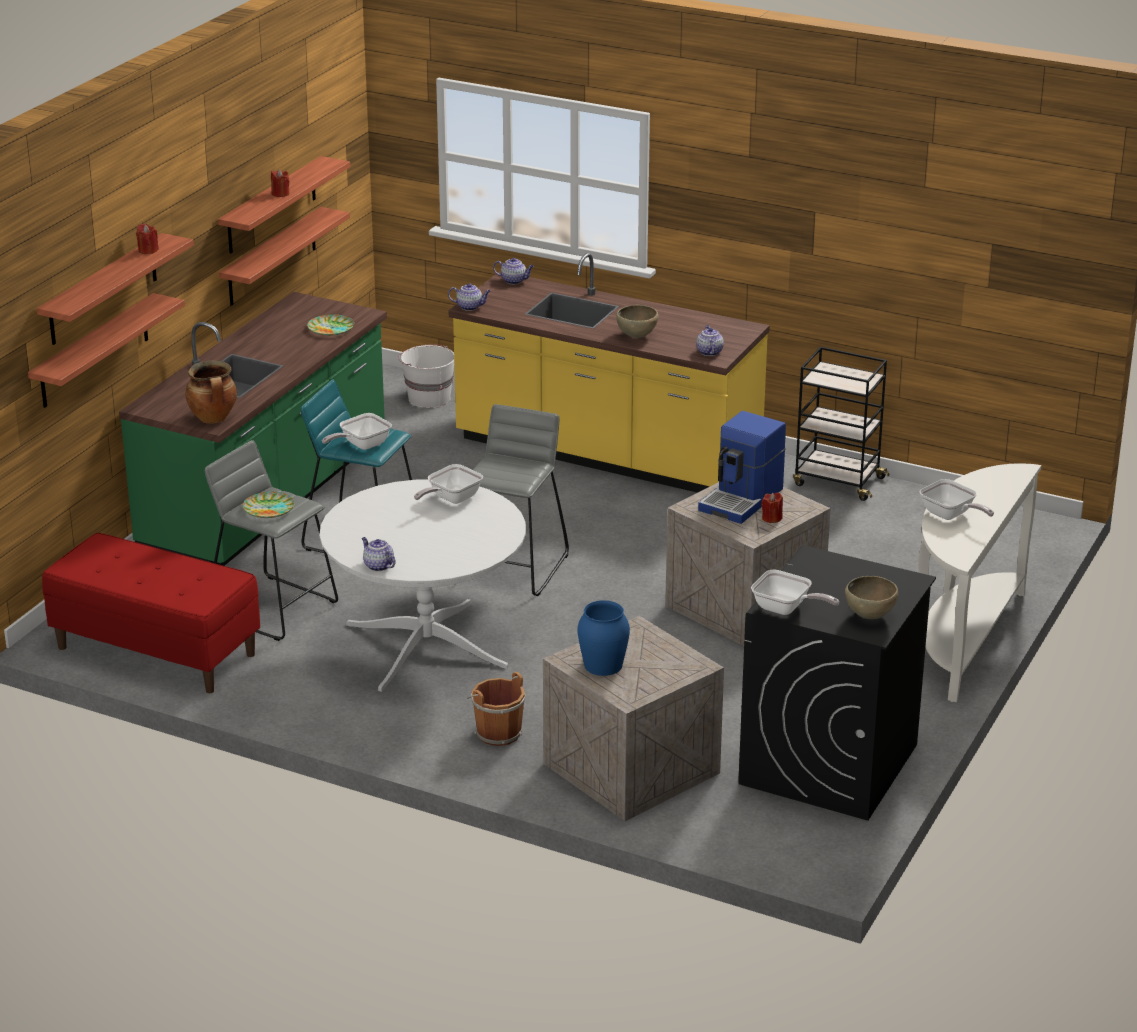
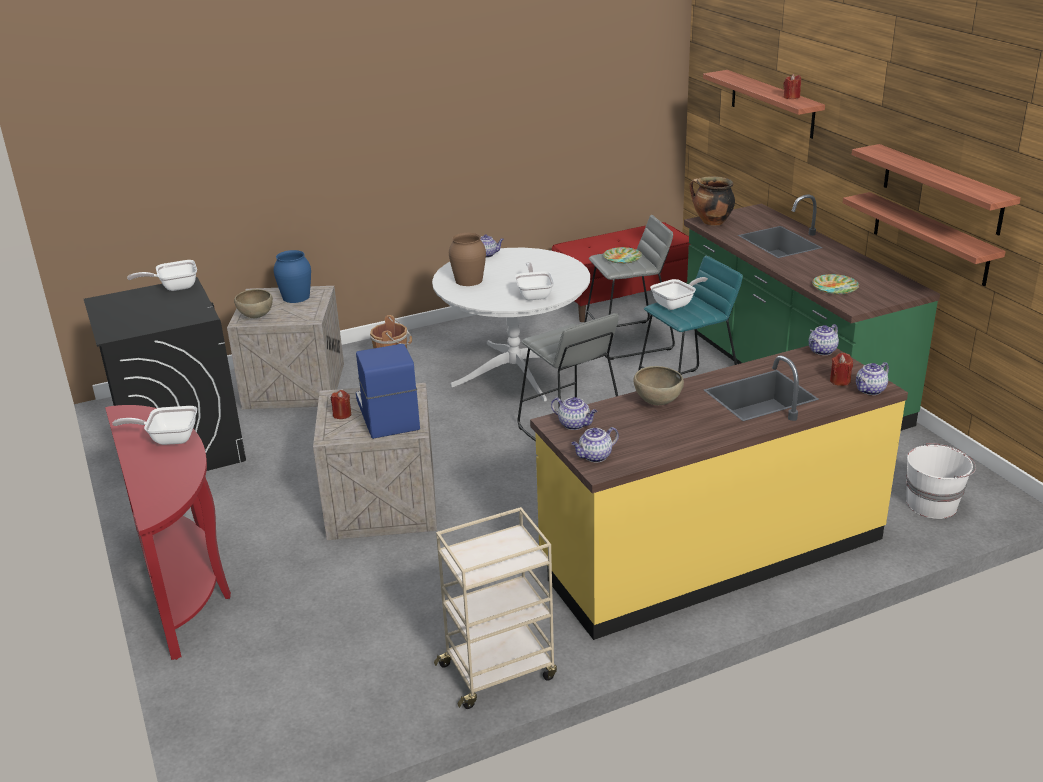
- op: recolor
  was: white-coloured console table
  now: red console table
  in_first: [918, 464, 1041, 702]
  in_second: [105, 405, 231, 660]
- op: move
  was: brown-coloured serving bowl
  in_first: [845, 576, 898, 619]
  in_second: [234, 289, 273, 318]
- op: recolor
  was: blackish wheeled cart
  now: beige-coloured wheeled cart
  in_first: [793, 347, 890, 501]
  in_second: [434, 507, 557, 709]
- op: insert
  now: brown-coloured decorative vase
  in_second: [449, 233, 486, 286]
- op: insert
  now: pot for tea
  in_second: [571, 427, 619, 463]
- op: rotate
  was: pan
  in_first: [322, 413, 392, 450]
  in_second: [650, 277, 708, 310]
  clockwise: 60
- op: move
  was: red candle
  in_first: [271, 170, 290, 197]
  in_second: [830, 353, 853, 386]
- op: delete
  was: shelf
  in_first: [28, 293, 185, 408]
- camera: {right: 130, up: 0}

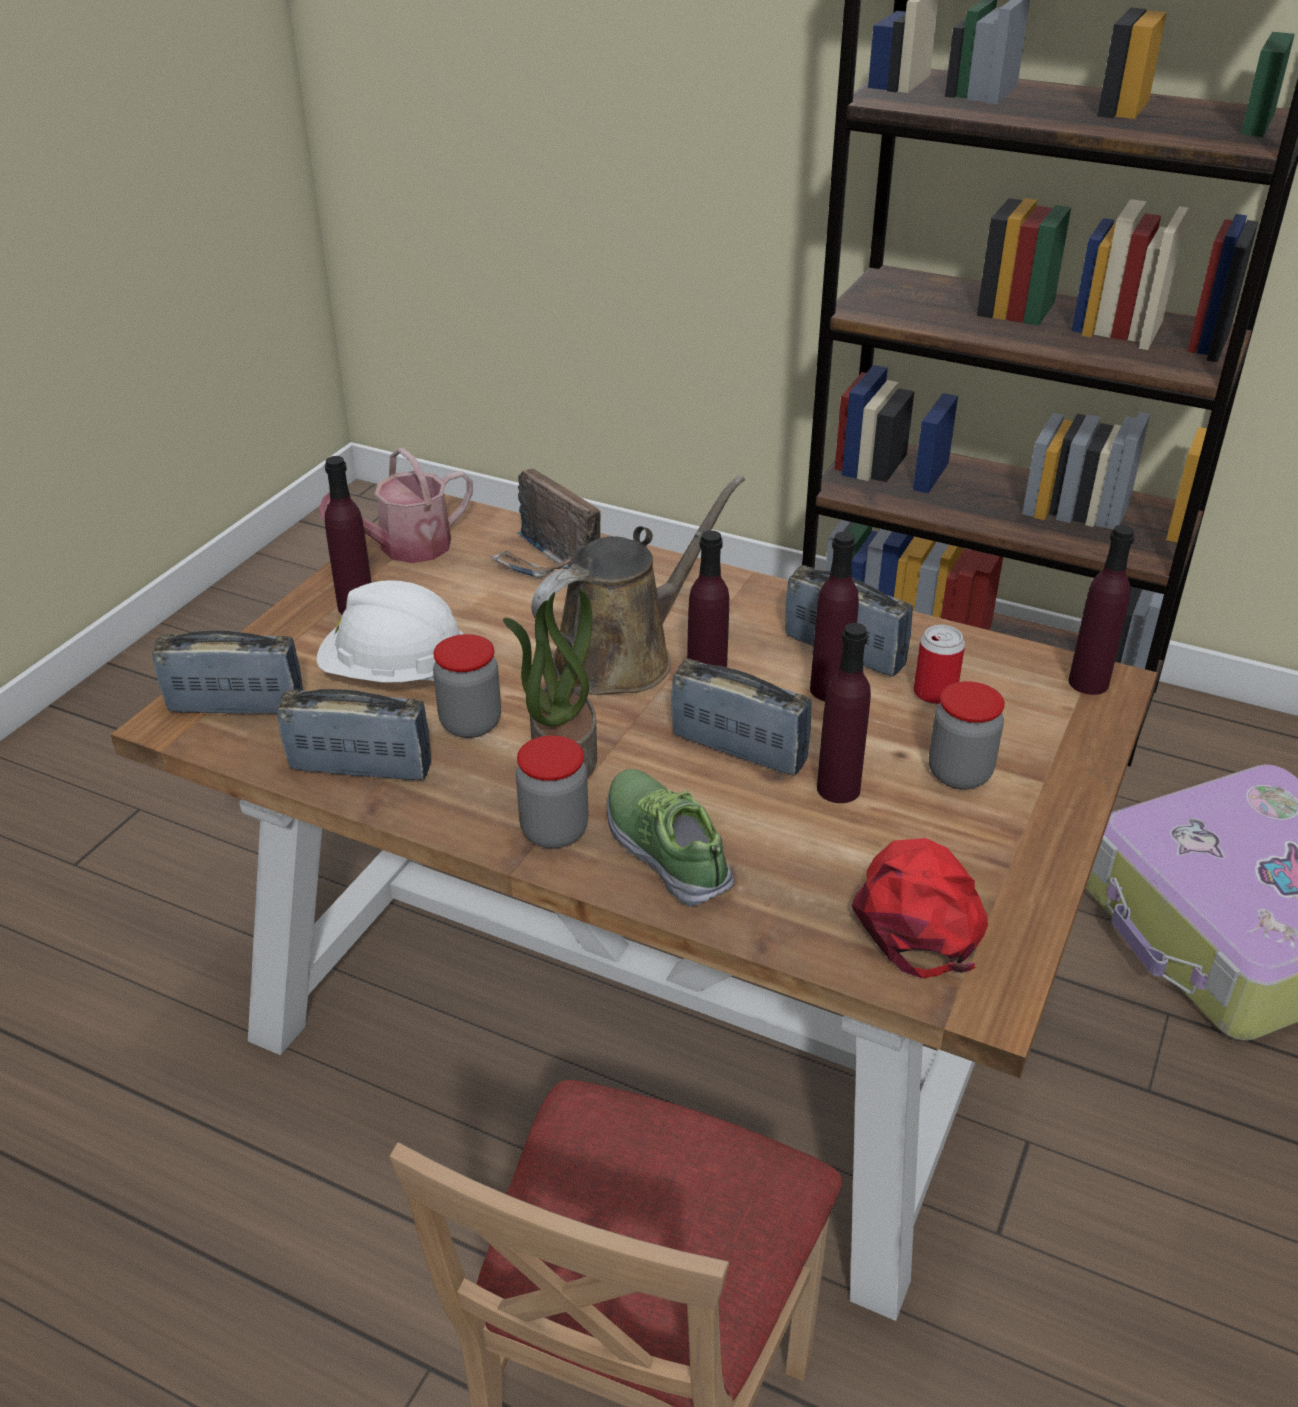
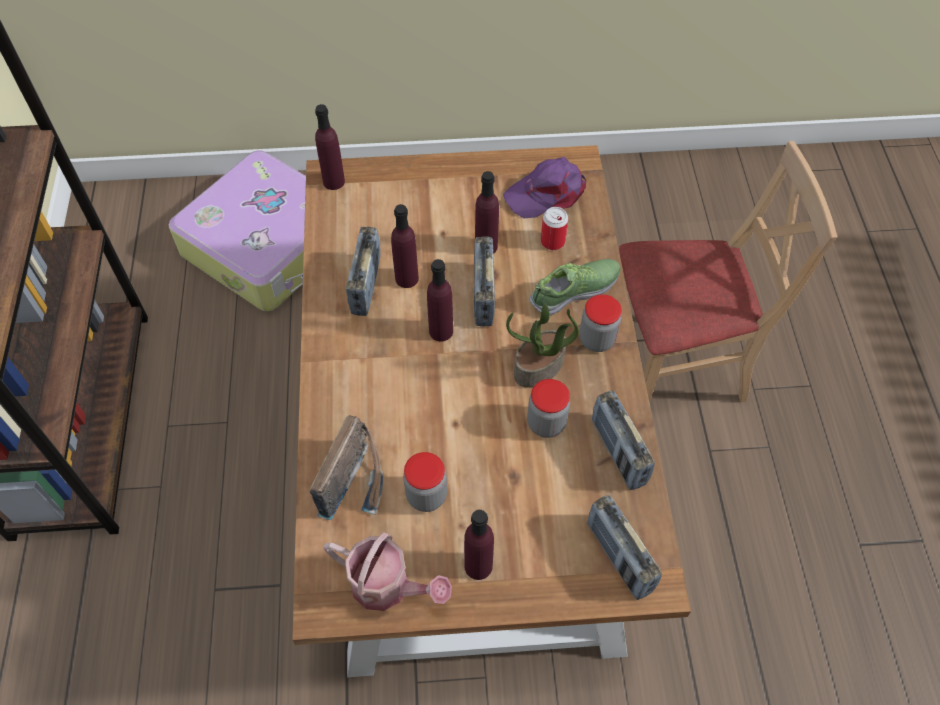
- op: move
  was: preserve jar
  in_first: [929, 681, 1005, 789]
  in_second: [403, 452, 447, 512]
- op: recolor
  was: red baseball cap
  now: purple-coloured baseball cap
  in_first: [852, 838, 988, 978]
  in_second: [503, 157, 586, 218]
- op: rotate
  was: item of footwear
  in_first: [607, 769, 735, 907]
  in_second: [530, 259, 620, 316]
  clockwise: -150
- op: move
  was: metal can
  in_first: [914, 625, 965, 704]
  in_second: [541, 207, 568, 250]
- op: delete
  was: white-coloured safety helmet
  in_first: [317, 580, 464, 682]
- op: delete
  was: brown-coloured sprinkling can
  in_first: [531, 475, 745, 695]
- camera: {right: -120, up: 20}

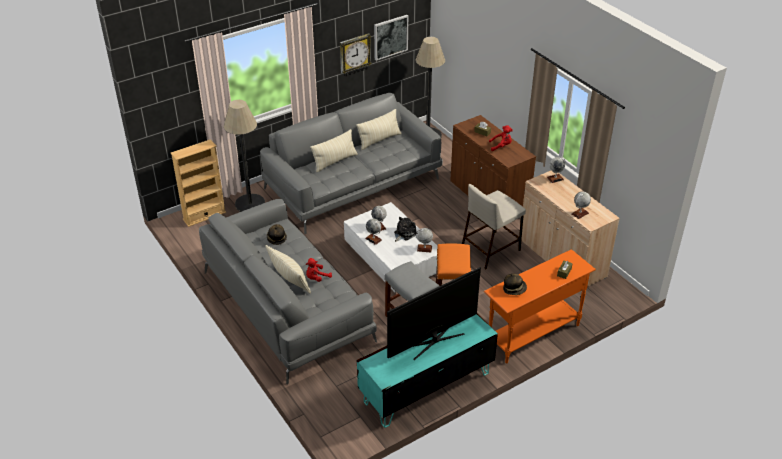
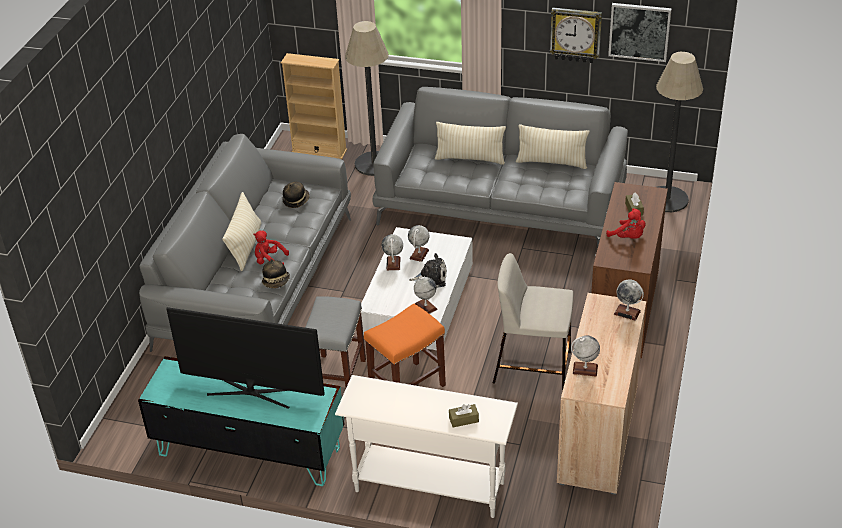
- op: move
  was: wearable hat
  in_first: [503, 273, 527, 295]
  in_second: [262, 259, 290, 288]
- op: recolor
  was: orange-coloured console table
  now: white-coloured console table
  in_first: [484, 249, 596, 363]
  in_second: [335, 375, 518, 518]
- camera: {right: 50, up: 0}

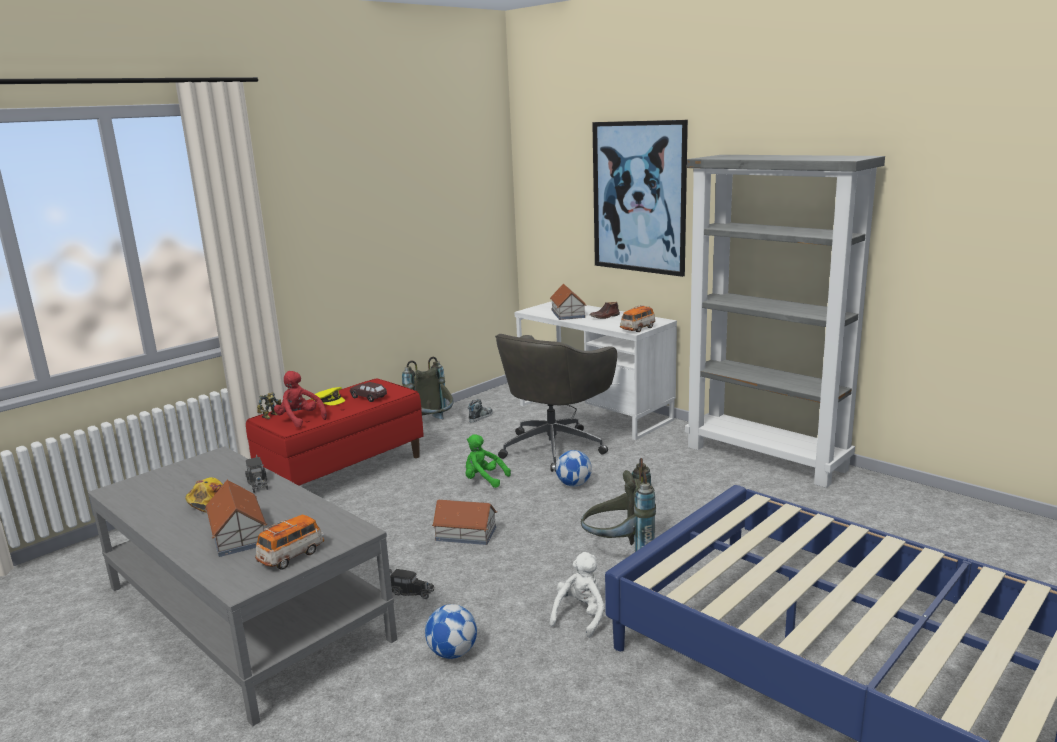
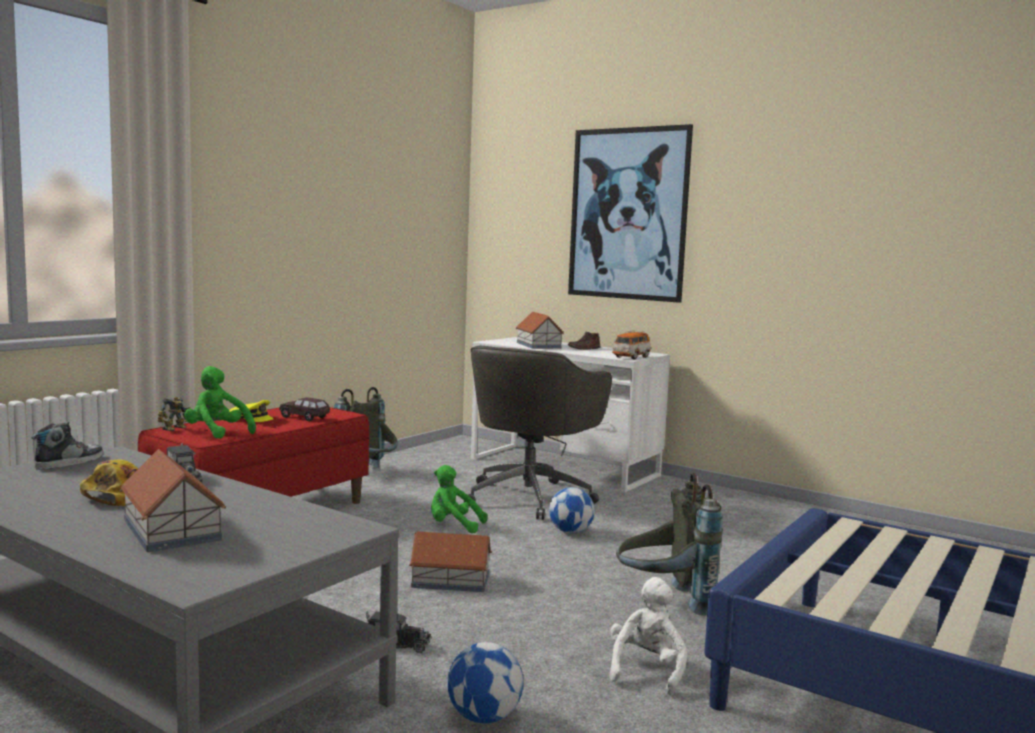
- op: move
  was: item of footwear
  in_first: [468, 399, 493, 423]
  in_second: [32, 422, 104, 470]
- op: recolor
  was: red soft toy
  now: green-coloured soft toy
  in_first: [274, 371, 327, 428]
  in_second: [184, 366, 256, 439]
- op: delete
  was: miniature car
  in_first: [255, 515, 324, 570]
- op: delete
  was: gray shelving unit
  in_first: [685, 155, 885, 488]
- camera: {right: -10, up: -10}

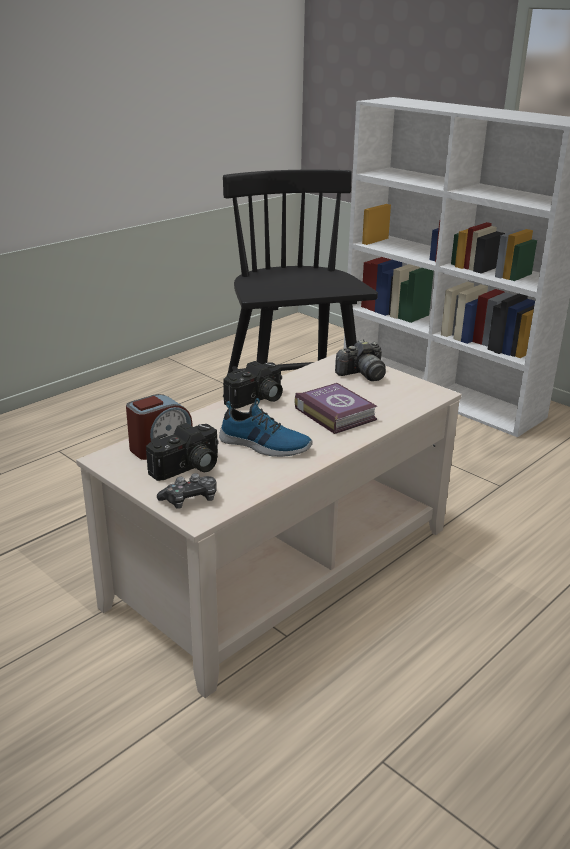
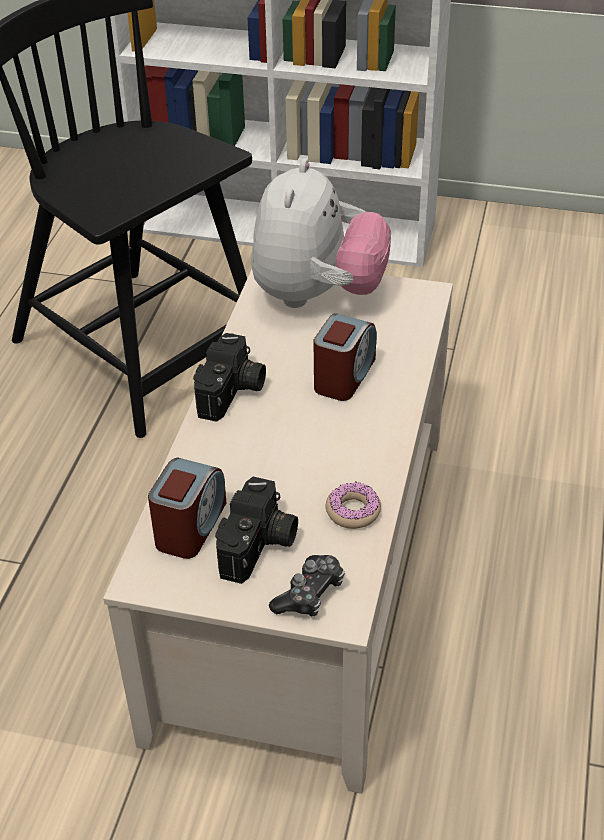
- op: replace
  was: photo camera
  now: soft toy
  in_first: [335, 339, 386, 381]
  in_second: [251, 158, 391, 308]
- op: replace
  was: bound book
  now: bedside clock
  in_first: [295, 383, 377, 434]
  in_second: [314, 313, 377, 401]
- op: insert
  now: doughnut
  in_second: [326, 482, 381, 529]
- op: delete
  was: item of footwear
  in_first: [219, 398, 313, 457]
- camera: {right: -30, up: 15}

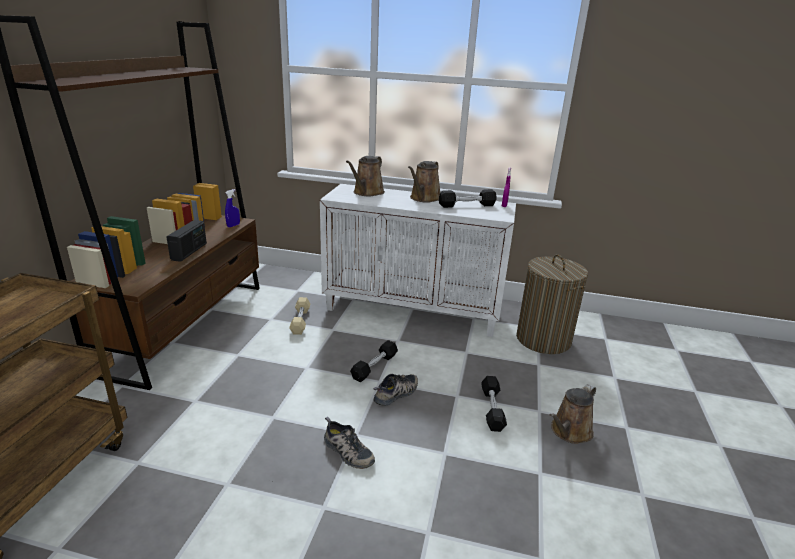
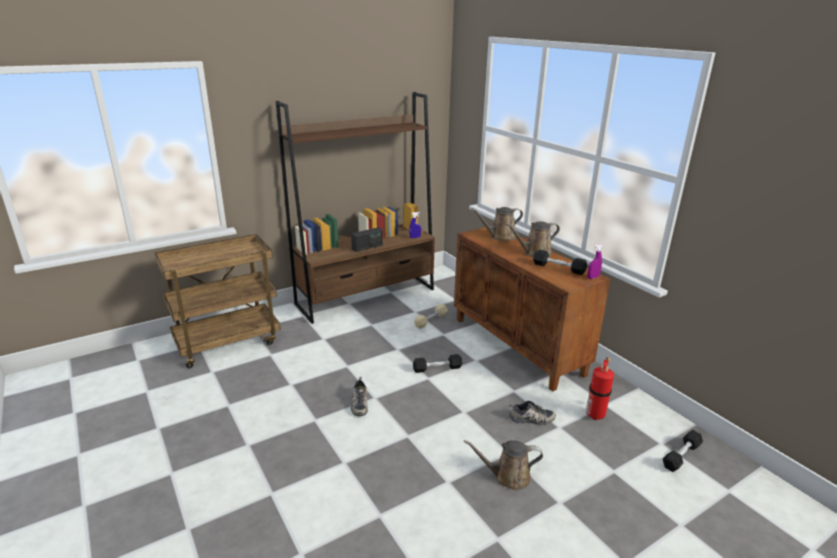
- op: recolor
  was: white-coloured cabinet
  now: brown-coloured cabinet
  in_first: [320, 184, 516, 337]
  in_second: [454, 227, 611, 391]
- op: move
  was: item of footwear
  in_first: [374, 374, 418, 406]
  in_second: [509, 401, 556, 425]
- op: replace
  was: washing basket
  now: fire-fighting cylinder
  in_first: [516, 254, 588, 354]
  in_second: [586, 357, 614, 420]
- op: move
  was: blackish free weight
  in_first: [481, 376, 507, 432]
  in_second: [663, 430, 703, 472]
- camera: {right: 45, up: 0}

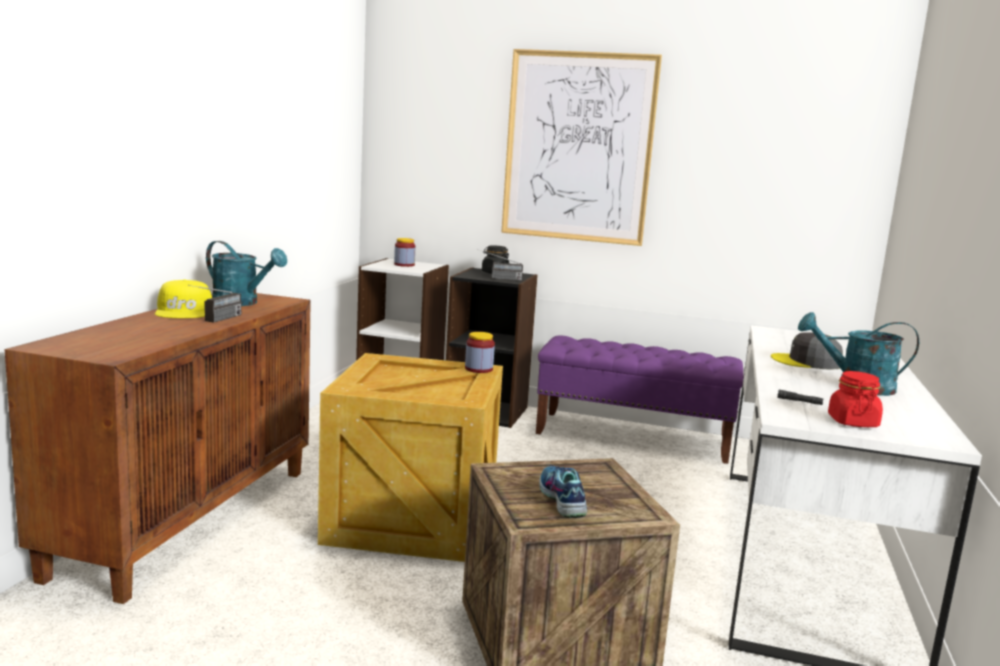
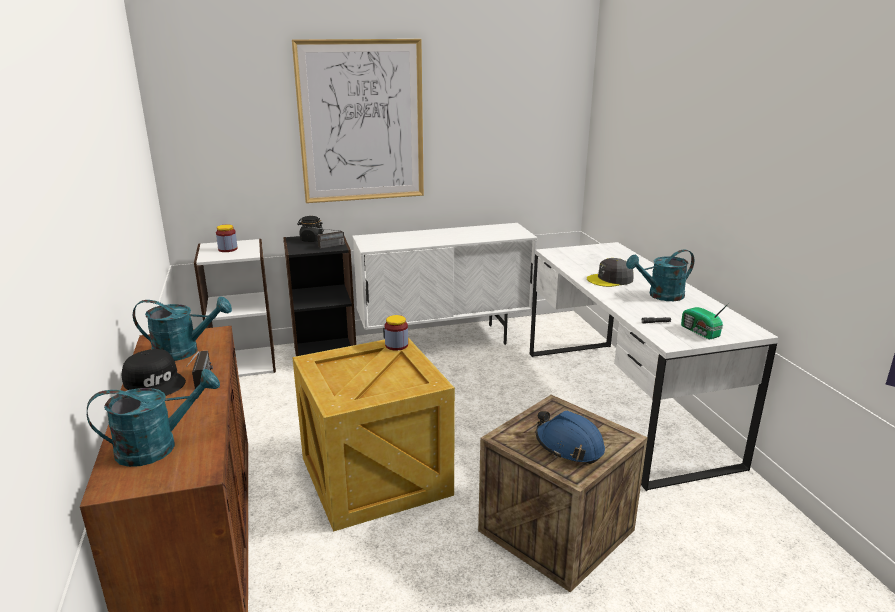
- op: insert
  now: turquoise-coloured sprinkling can
  in_second: [87, 369, 220, 467]
- op: recolor
  was: yellow-coloured baseball cap
  now: blackish baseball cap
  in_first: [155, 280, 212, 318]
  in_second: [122, 349, 186, 396]
- op: replace
  was: purple-coloured bench
  now: white-coloured cabinet
  in_first: [536, 335, 743, 464]
  in_second: [352, 223, 537, 345]
- op: replace
  was: item of footwear
  now: bluish safety helmet
  in_first: [539, 464, 587, 518]
  in_second: [536, 411, 605, 464]
- op: replace
  was: red preserve jar
  now: radio set
  in_first: [828, 371, 883, 427]
  in_second: [681, 302, 730, 339]
- camera: {right: -30, up: 10}

